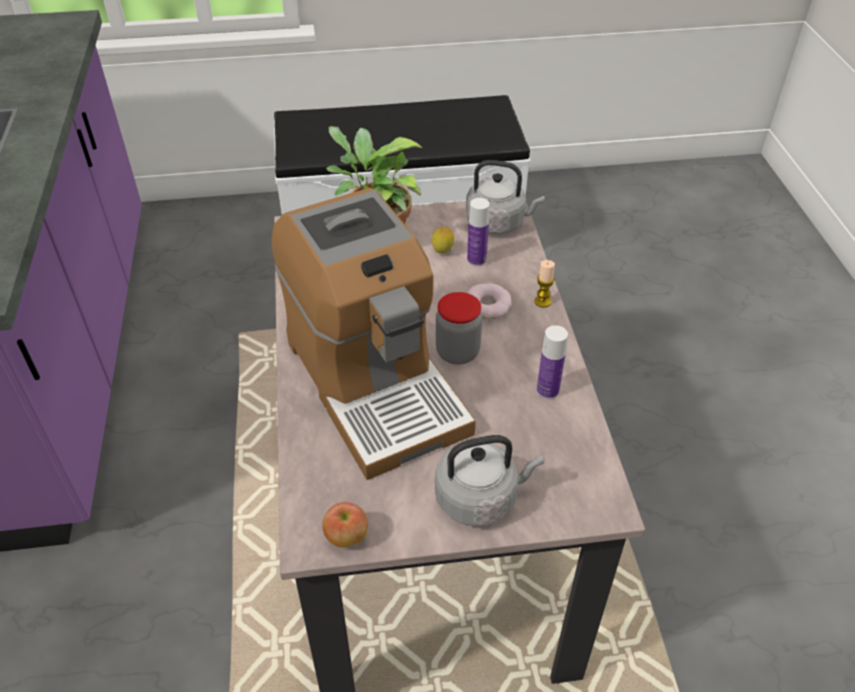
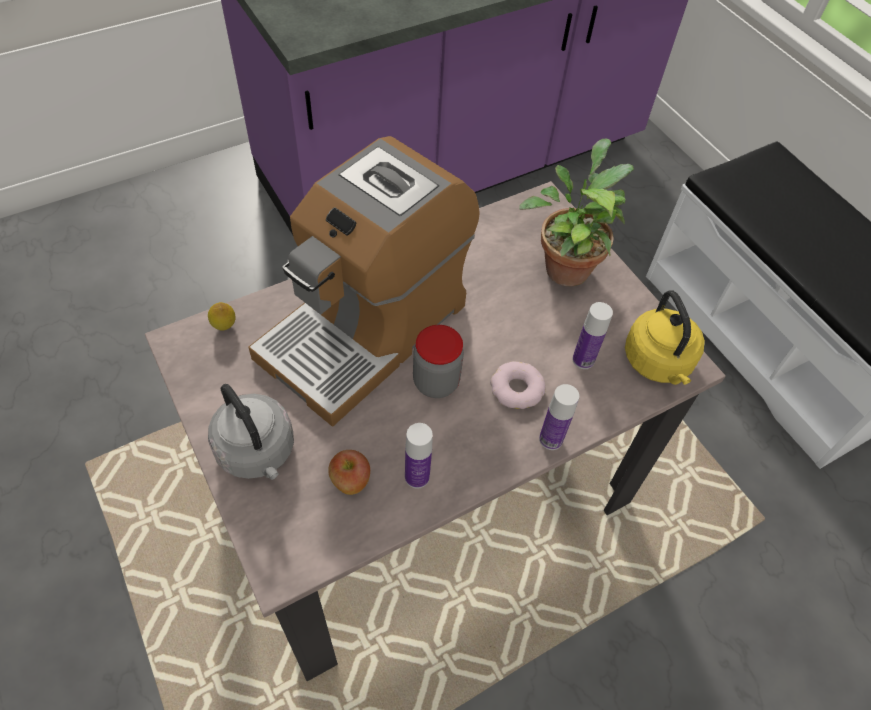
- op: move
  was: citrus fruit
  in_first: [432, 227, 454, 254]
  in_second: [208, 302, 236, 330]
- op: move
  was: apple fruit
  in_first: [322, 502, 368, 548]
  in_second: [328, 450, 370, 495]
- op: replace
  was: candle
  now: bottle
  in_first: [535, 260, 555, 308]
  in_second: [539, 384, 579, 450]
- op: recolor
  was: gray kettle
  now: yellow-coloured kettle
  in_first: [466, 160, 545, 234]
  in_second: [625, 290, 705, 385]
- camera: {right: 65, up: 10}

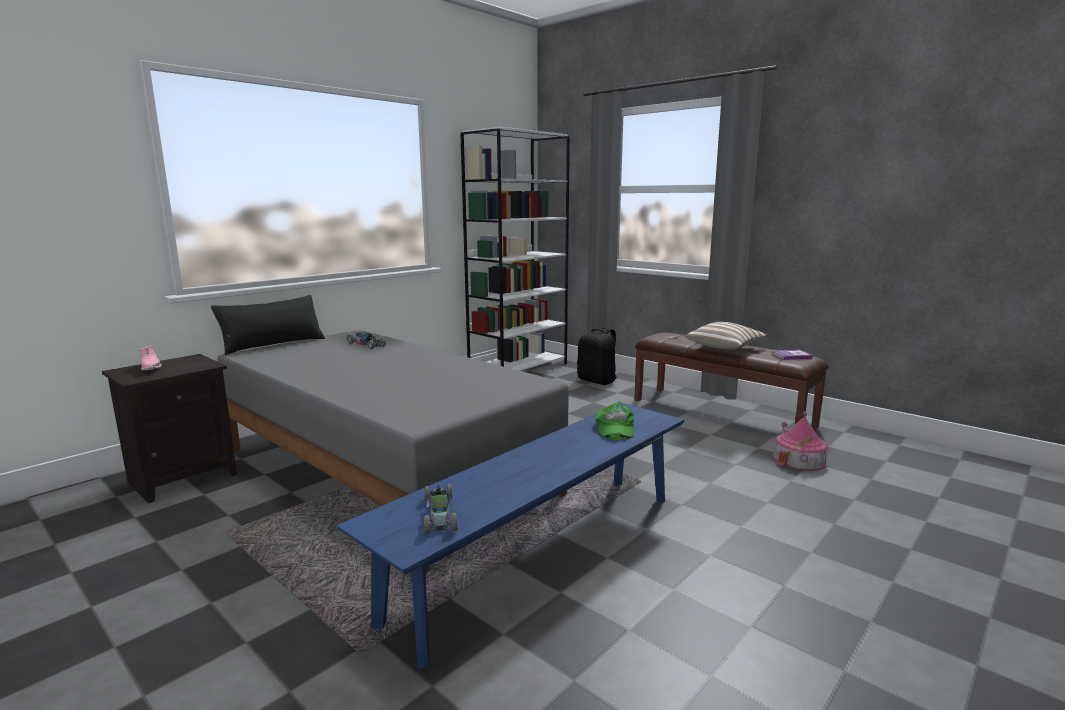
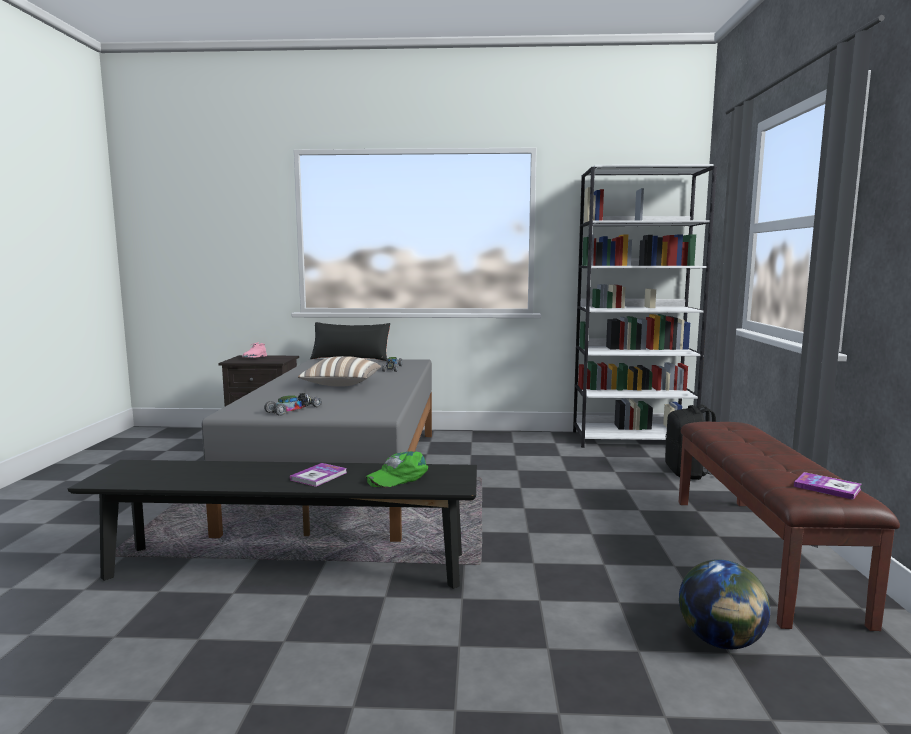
- op: recolor
  was: bluish bench
  now: blackish bench
  in_first: [337, 403, 684, 669]
  in_second: [68, 460, 477, 589]
- op: move
  was: miniature car
  in_first: [424, 484, 457, 534]
  in_second: [264, 393, 322, 416]
- op: insert
  now: bound book
  in_second: [290, 463, 347, 487]
- op: move
  was: throw pillow
  in_first: [685, 322, 767, 350]
  in_second: [298, 356, 381, 387]
- op: replace
  was: toy house
  now: world globe
  in_first: [772, 411, 828, 471]
  in_second: [679, 559, 771, 649]
- camera: {right: 50, up: -5}

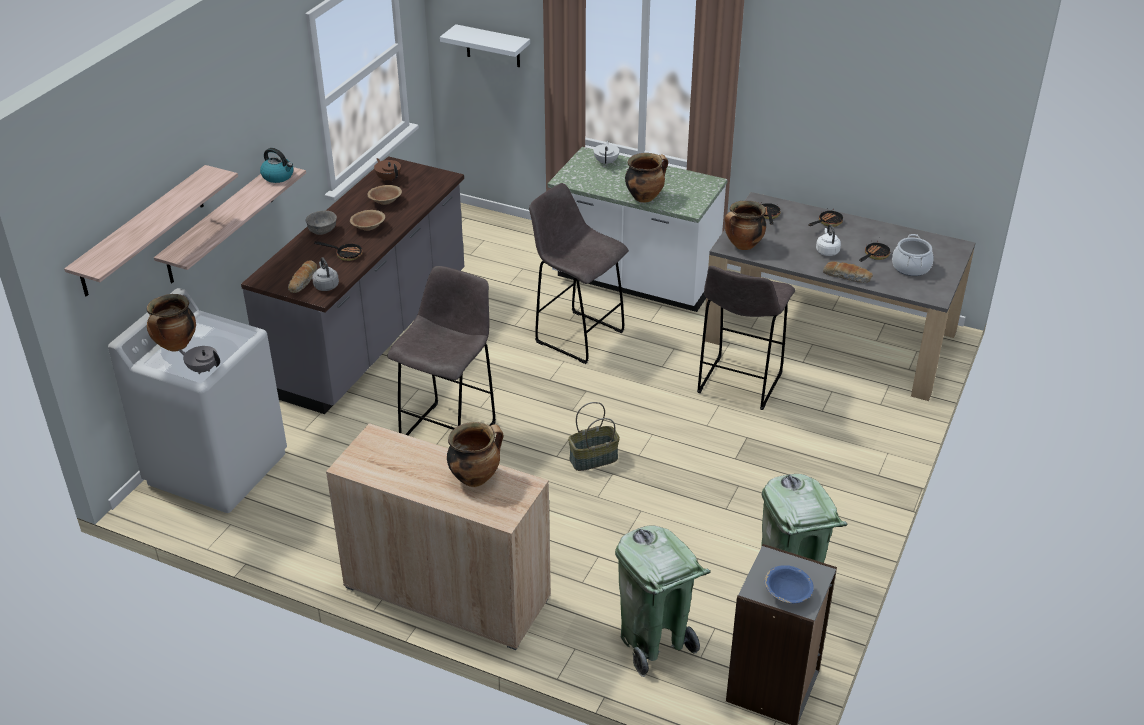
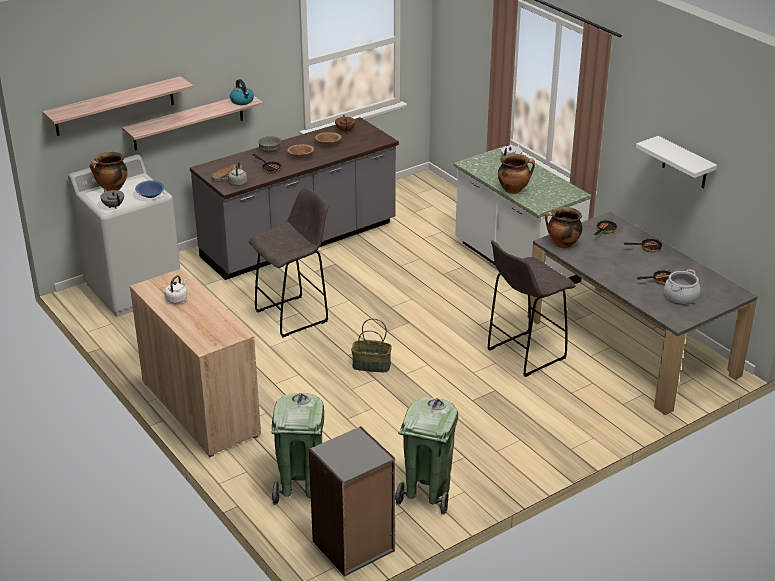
- op: move
  was: bluish serving bowl
  in_first: [764, 565, 814, 603]
  in_second: [135, 180, 164, 198]
- op: move
  was: white-coloured kettle
  in_first: [816, 224, 841, 256]
  in_second: [165, 275, 187, 304]
- op: move
  was: white-coloured shelf
  in_first: [440, 24, 530, 67]
  in_second: [636, 136, 717, 189]
- op: delete
  was: saucepot
  in_first: [447, 422, 503, 487]
- op: delete
  was: gray stool
  in_first: [529, 183, 629, 364]
- op: delete
  was: bakery bread
  in_first: [823, 261, 873, 283]
- camera: {right: 30, up: -5}

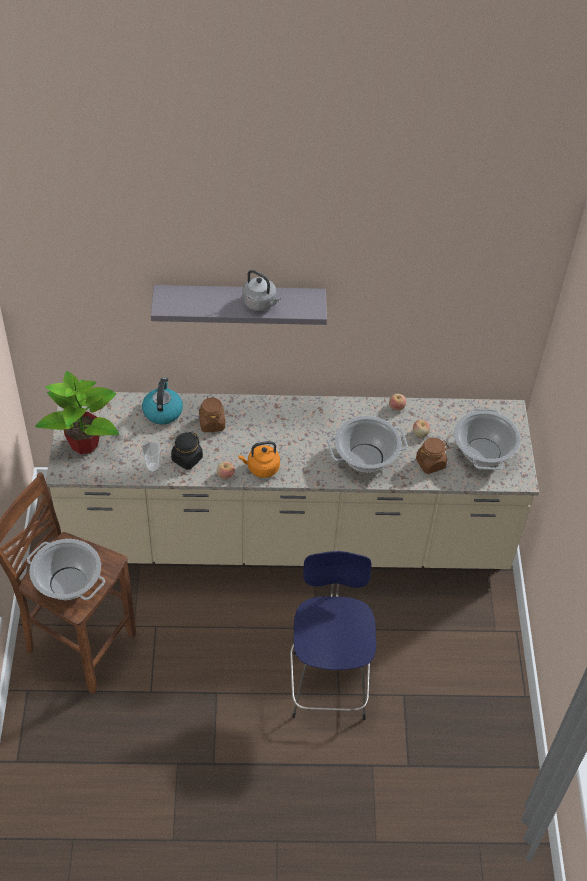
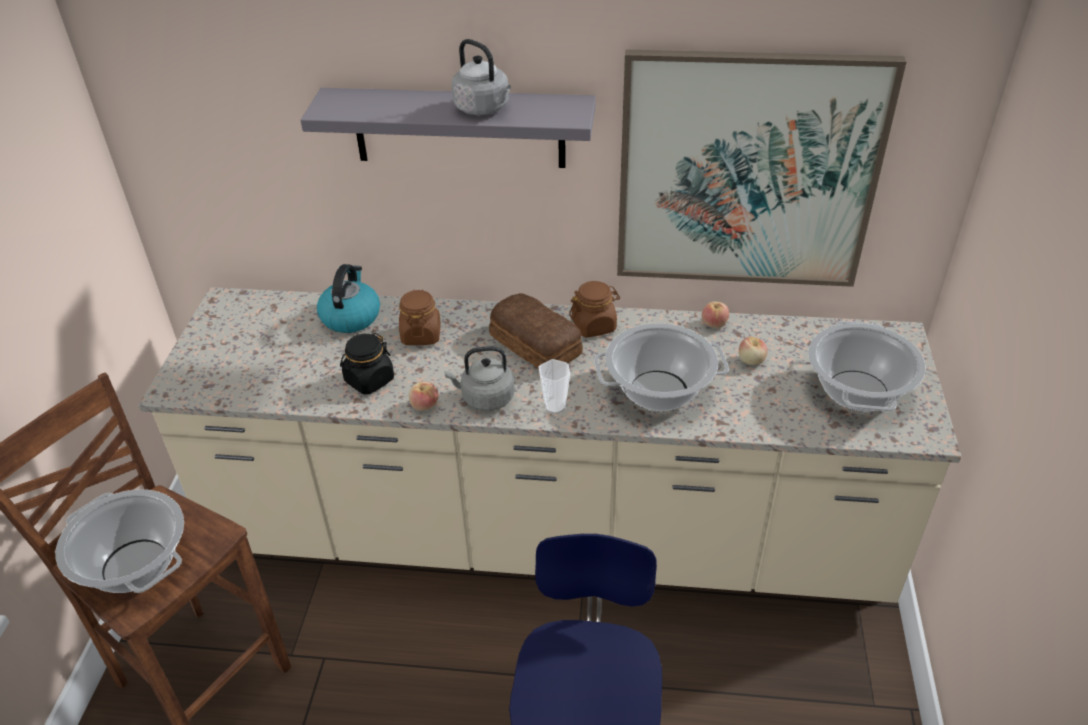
- op: recolor
  was: orange-coloured kettle
  now: gray kettle
  in_first: [238, 441, 280, 478]
  in_second: [444, 346, 514, 411]
- op: insert
  now: bakery bread
  in_second: [489, 293, 583, 369]
- op: move
  was: drinking cup
  in_first: [142, 441, 161, 473]
  in_second: [538, 359, 570, 414]
- op: move
  was: brown-coloured preserve jar
  in_first: [416, 437, 449, 474]
  in_second: [569, 281, 620, 338]
- op: insert
  now: wall picture
  in_second: [617, 50, 906, 287]
- op: delete
  was: houseplant
  in_first: [35, 371, 119, 454]
- camera: {right: 10, up: -10}

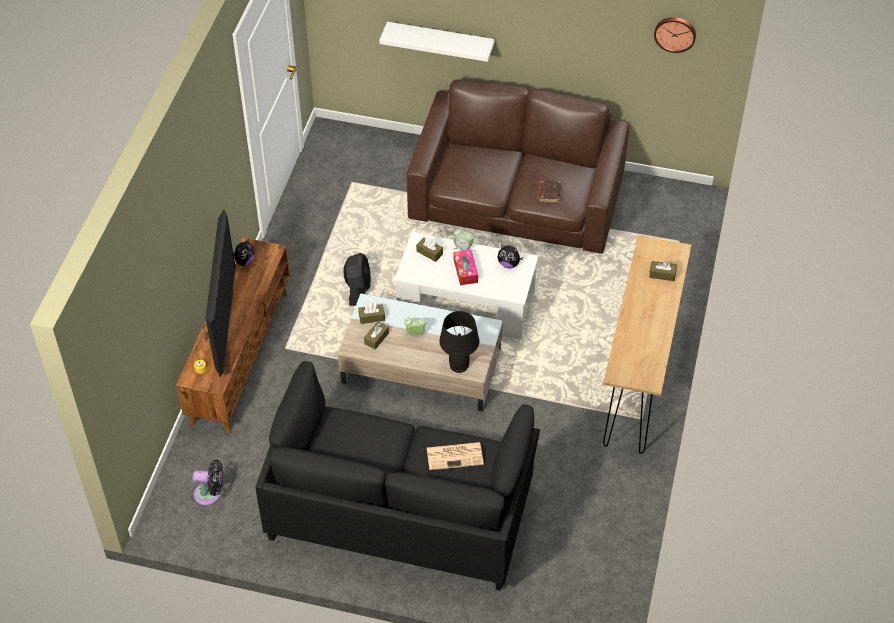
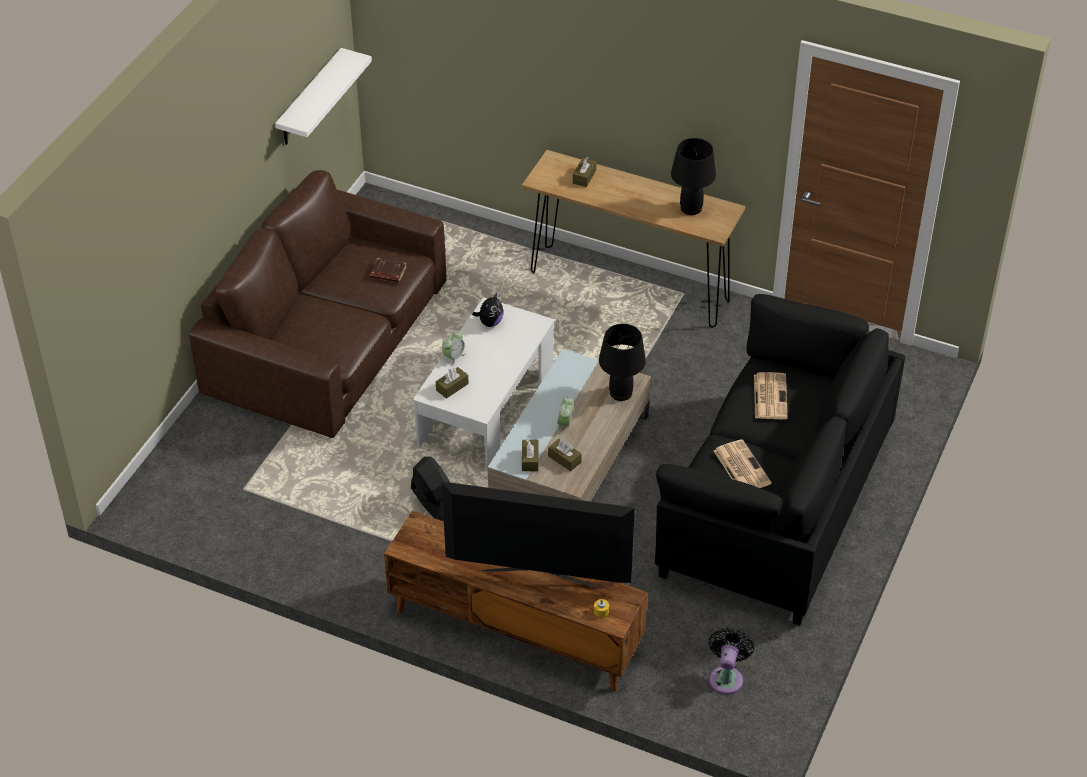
- op: move
  was: white-coloured shelf
  in_first: [379, 22, 494, 62]
  in_second: [275, 48, 372, 145]
- op: rotate
  was: blackish electric fan
  in_first: [343, 253, 371, 306]
  in_second: [411, 456, 450, 521]
  clockwise: 45
- op: insert
  now: blackish tabletop lamp
  in_second: [671, 138, 716, 215]
- op: insert
  now: daily paper
  in_second: [714, 439, 772, 488]
- op: delete
  was: soft toy
  in_first: [233, 238, 255, 266]
- op: delete
  was: box of tissues
  in_first: [454, 250, 478, 285]
- op: delete
  was: hanging clock
  in_first: [654, 17, 696, 53]
- camera: {right: -80, up: -5}

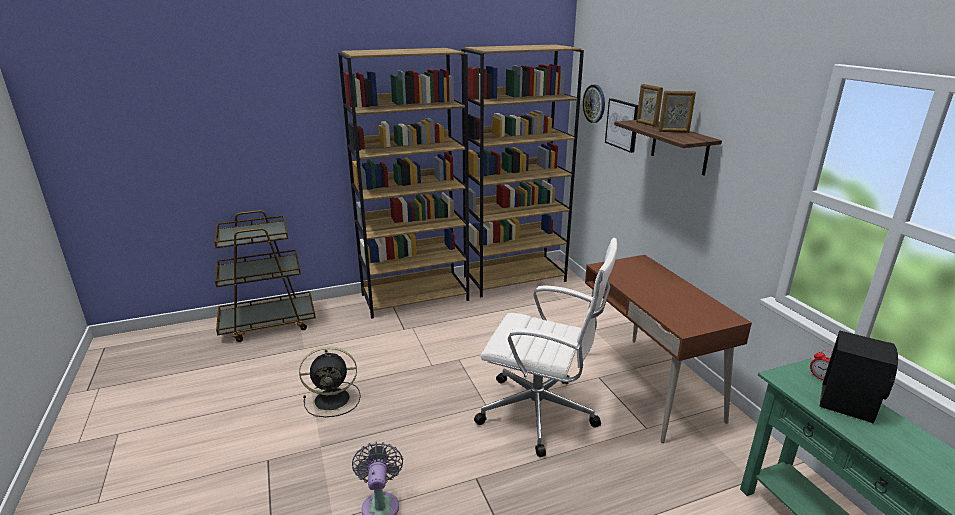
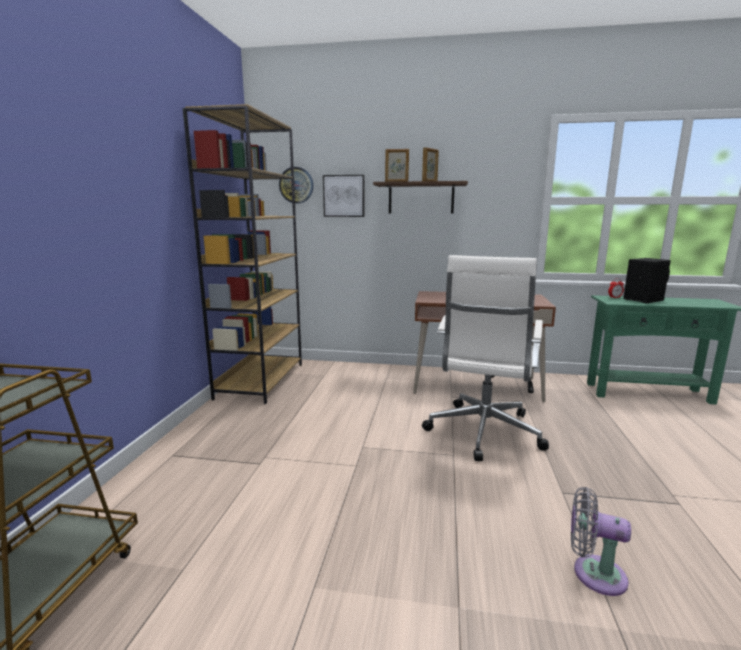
- op: rotate
  was: white-coloured computer chair
  in_first: [474, 238, 617, 457]
  in_second: [422, 255, 549, 461]
  clockwise: 150
- op: delete
  was: blackish electric fan
  in_first: [299, 347, 361, 417]
- op: delete
  was: brown-coloured shelving unit
  in_first: [338, 48, 469, 319]
- camera: {right: -60, up: -10}

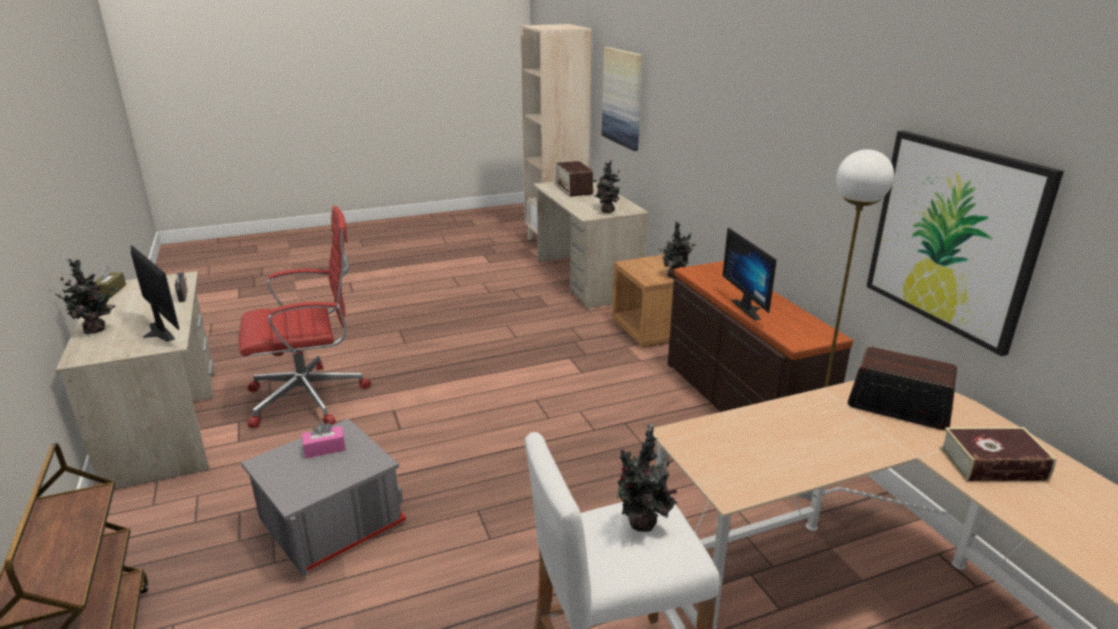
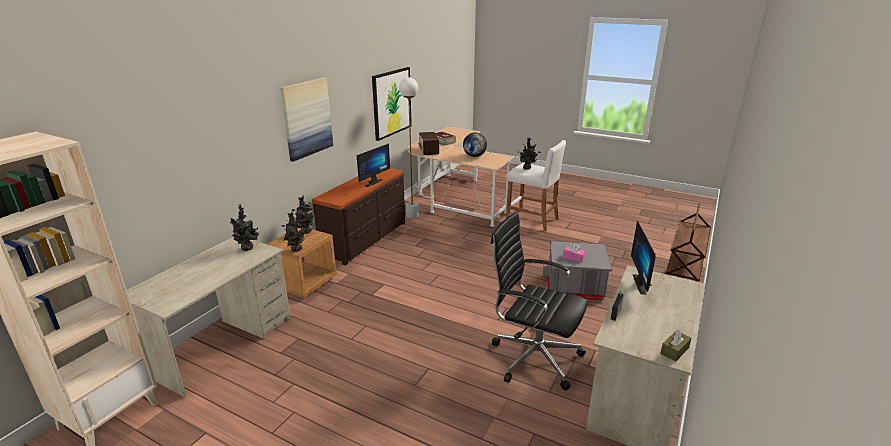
- op: move
  was: wall picture
  in_first: [602, 47, 643, 151]
  in_second: [280, 78, 333, 162]
- op: move
  was: houseplant
  in_first: [55, 259, 118, 334]
  in_second: [281, 211, 304, 252]
- op: insert
  now: world globe
  in_second: [463, 133, 487, 157]
- op: recolor
  was: red computer chair
  now: blackish computer chair
  in_first: [239, 205, 371, 428]
  in_second: [491, 212, 588, 390]
- op: delete
  was: radio set
  in_first: [556, 161, 593, 197]
- camera: {right: -130, up: 0}

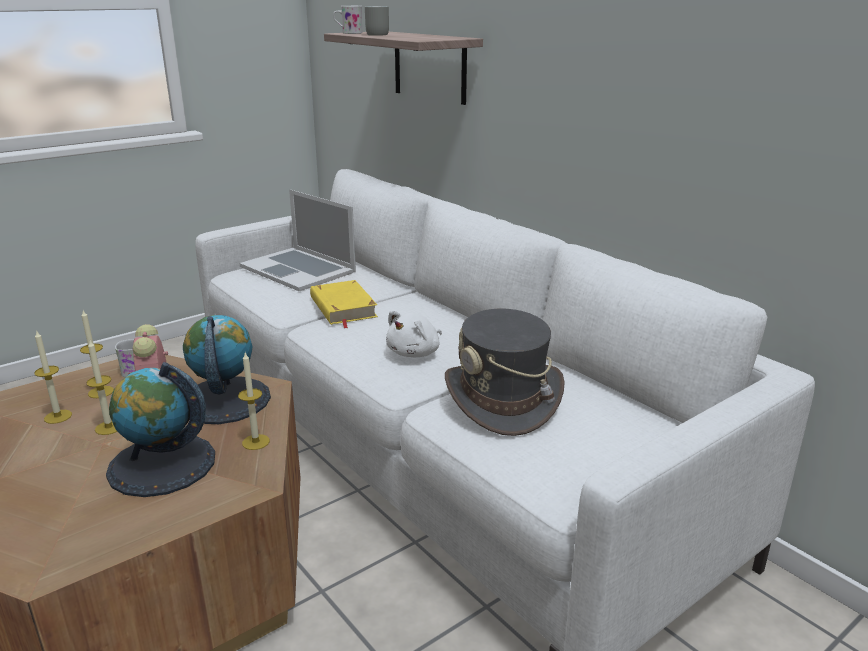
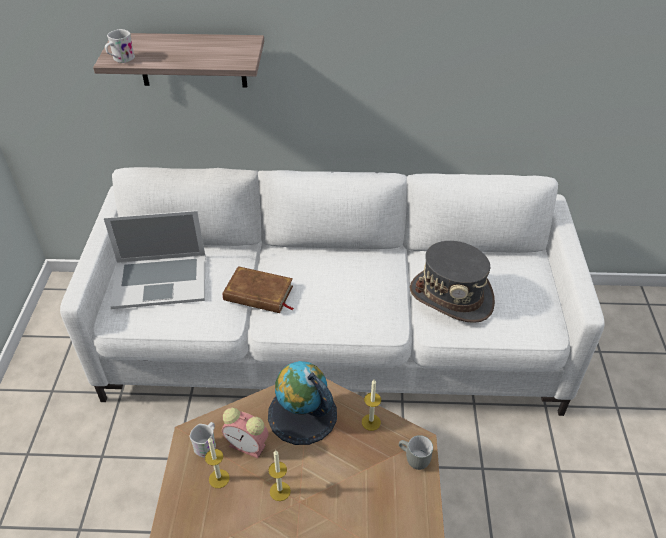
- op: recolor
  was: yellow-coloured bound book
  now: brown-coloured bound book
  in_first: [310, 280, 378, 328]
  in_second: [223, 266, 294, 313]
- op: move
  was: gray mug
  in_first: [365, 6, 389, 36]
  in_second: [399, 435, 433, 470]
- op: delete
  was: candle
  in_first: [34, 330, 72, 424]
- op: delete
  was: world globe
  in_first: [106, 362, 215, 497]
- op: delete
  was: white-coloured soft toy
  in_first: [386, 310, 442, 357]
- camera: {right: -50, up: 20}

